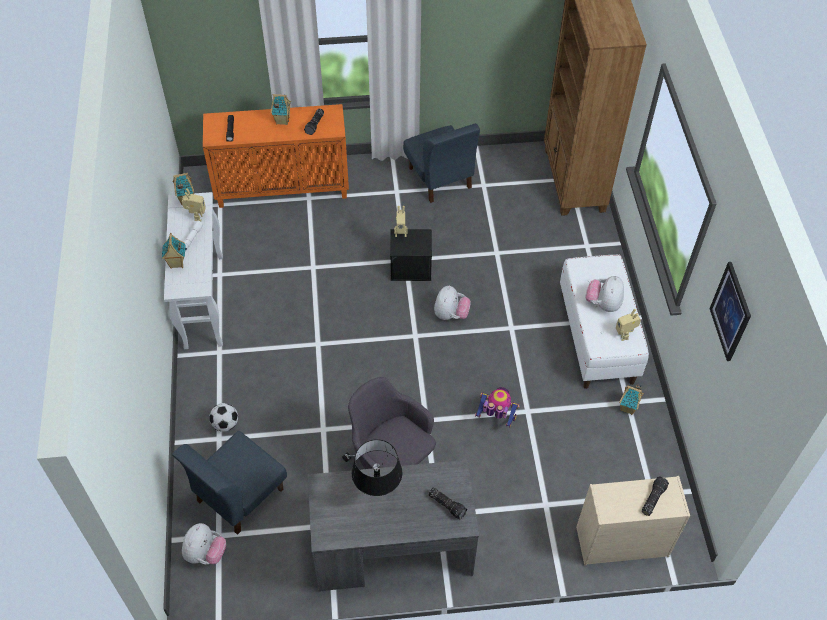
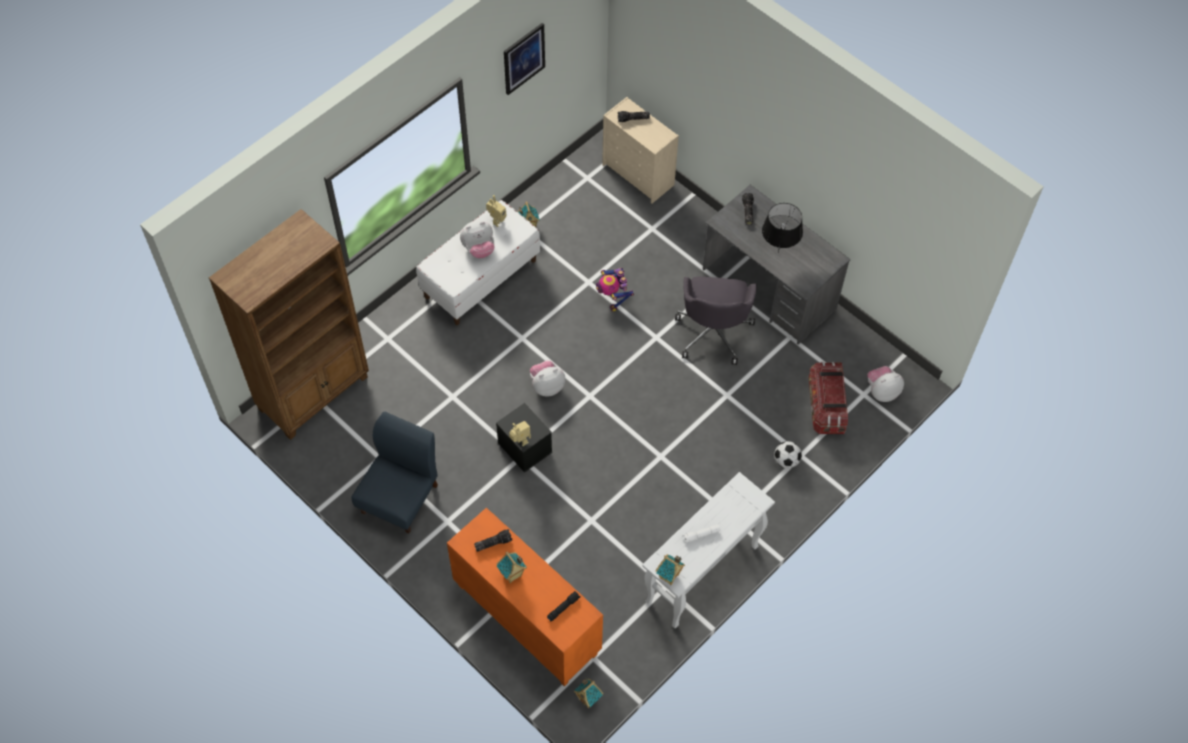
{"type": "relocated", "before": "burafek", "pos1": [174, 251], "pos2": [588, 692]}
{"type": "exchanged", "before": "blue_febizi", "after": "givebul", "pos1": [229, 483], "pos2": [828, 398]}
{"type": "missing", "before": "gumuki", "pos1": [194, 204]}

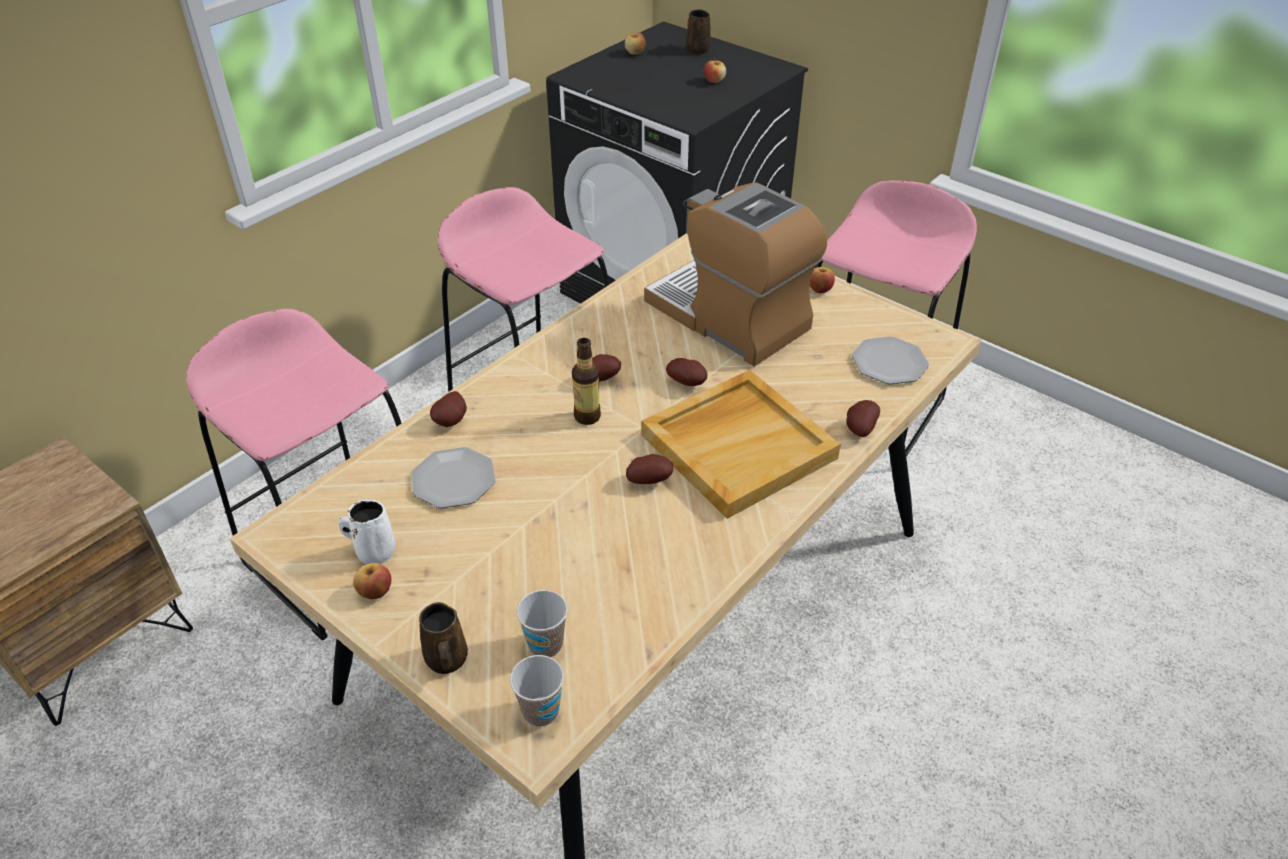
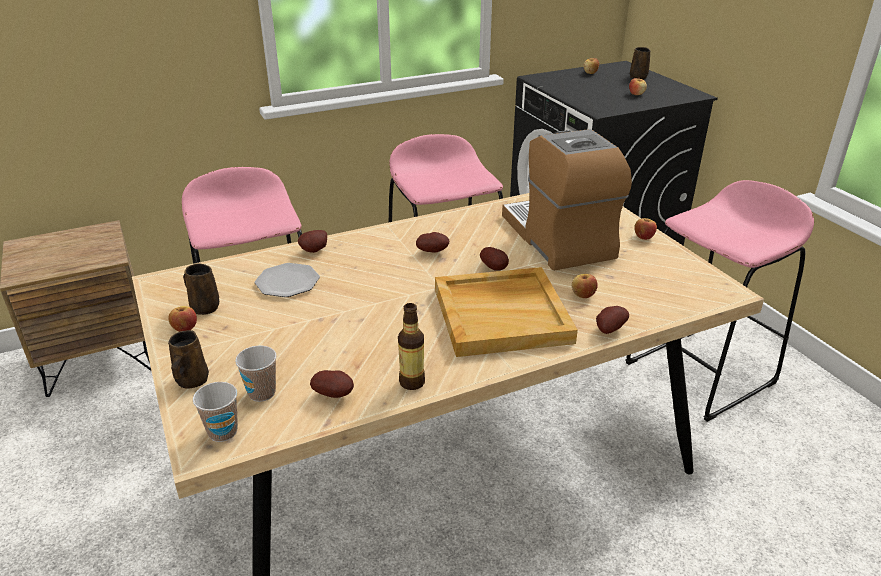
{"type": "colour", "before": "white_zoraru", "after": "brown_zoraru", "pos1": [366, 532], "pos2": [201, 289]}
{"type": "relocated", "before": "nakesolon", "pos1": [650, 469], "pos2": [332, 384]}
{"type": "relocated", "before": "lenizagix", "pos1": [586, 381], "pos2": [411, 346]}
{"type": "appeared", "after": "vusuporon", "pos2": [584, 286]}
{"type": "missing", "before": "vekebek", "pos1": [890, 360]}

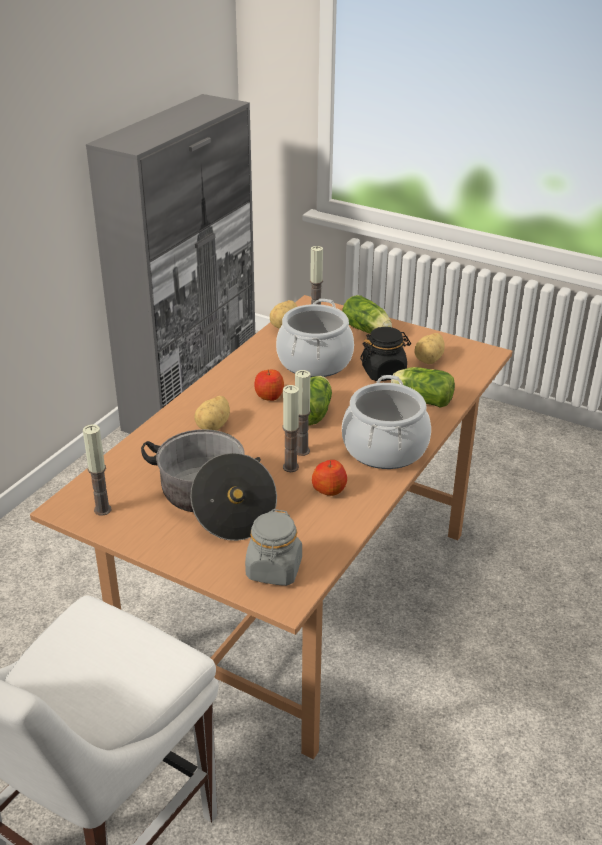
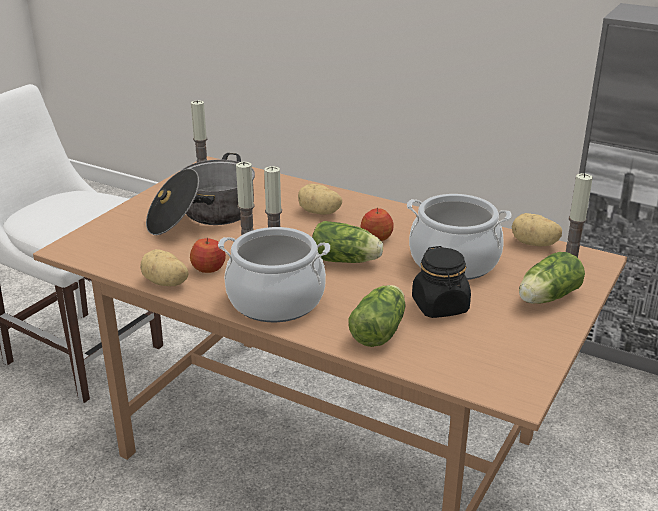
{"type": "relocated", "before": "nakesolon", "pos1": [429, 348], "pos2": [164, 267]}
{"type": "missing", "before": "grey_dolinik", "pos1": [273, 547]}

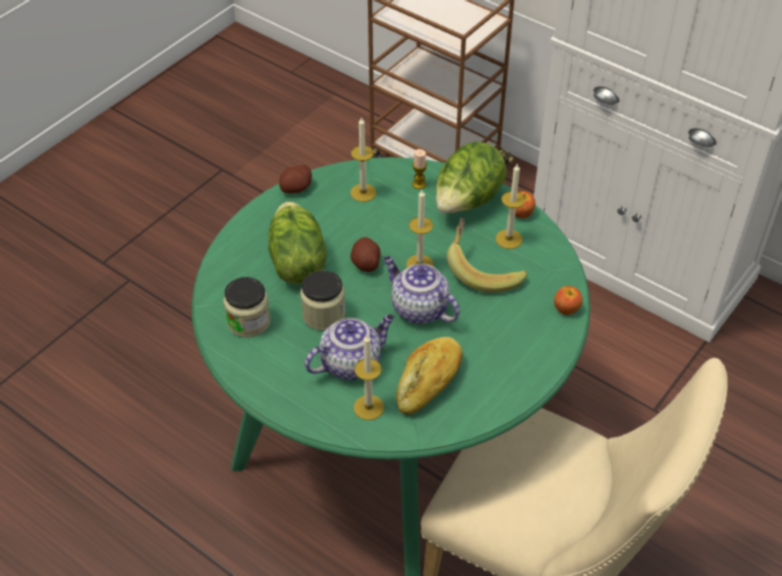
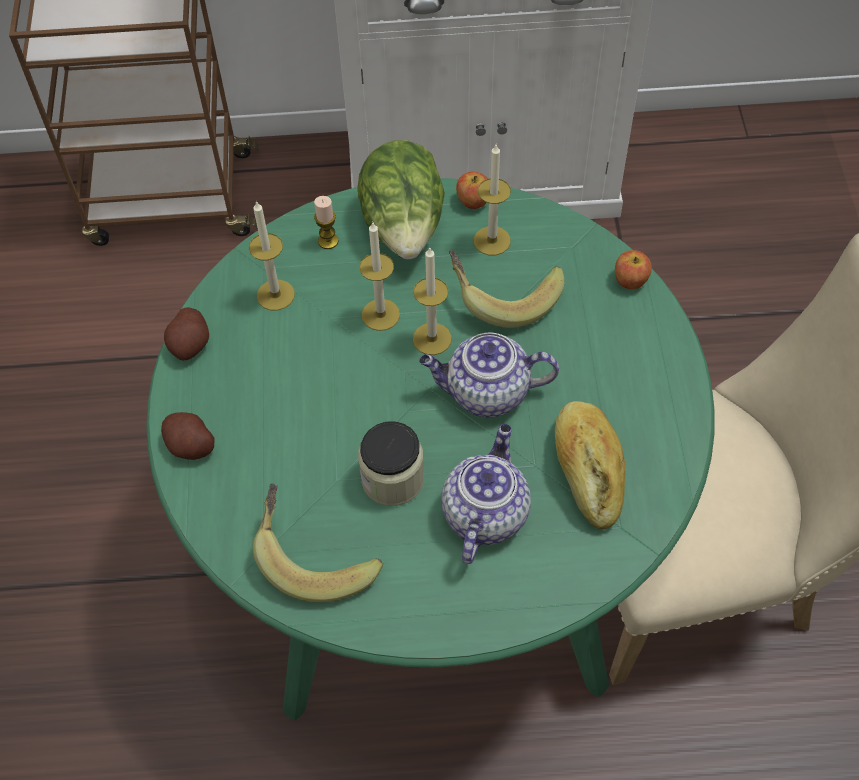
{"type": "relocated", "before": "nakesolon", "pos1": [365, 254], "pos2": [188, 436]}
{"type": "exchanged", "before": "dolinik", "after": "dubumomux", "pos1": [247, 307], "pos2": [318, 543]}
{"type": "relocated", "before": "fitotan", "pos1": [369, 377], "pos2": [379, 276]}
{"type": "missing", "before": "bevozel", "pos1": [297, 243]}

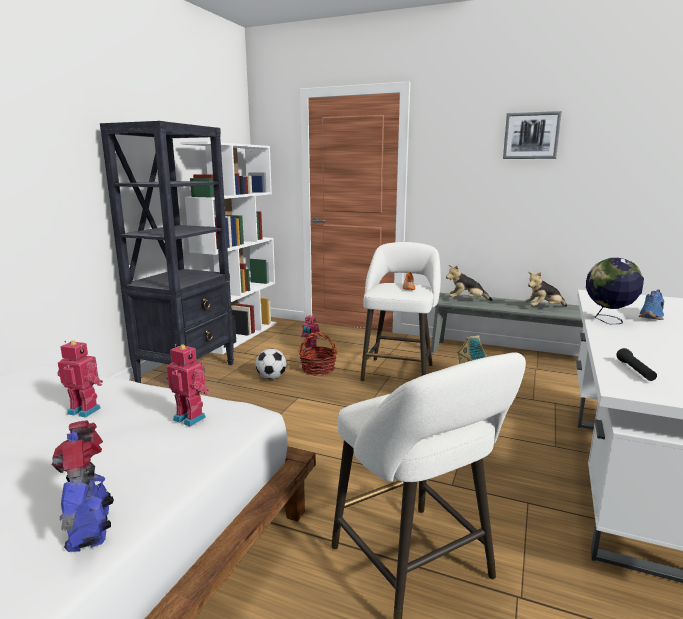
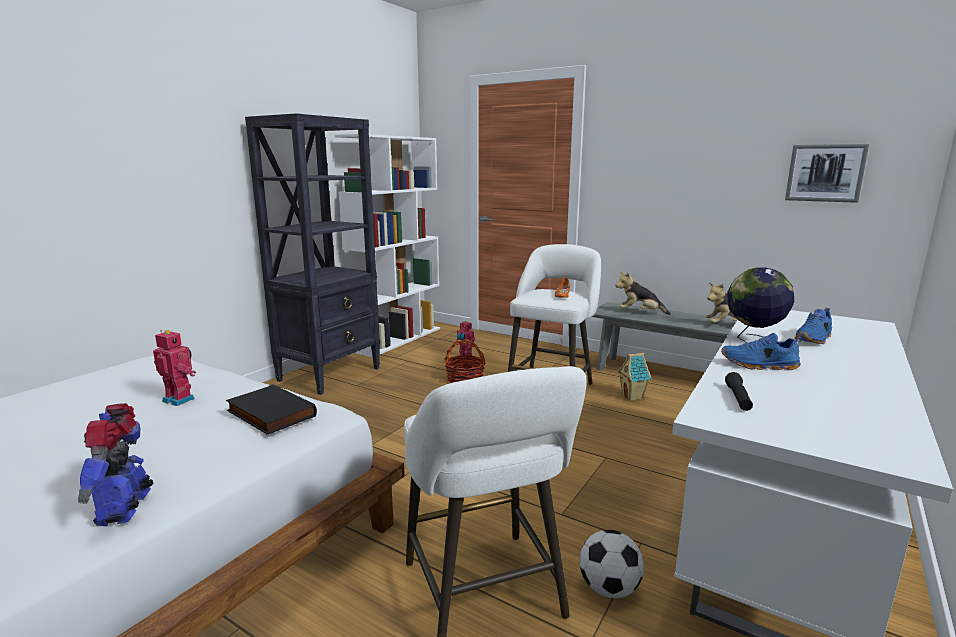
{"type": "exchanged", "before": "gumuki", "after": "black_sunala", "pos1": [188, 385], "pos2": [271, 409]}
{"type": "relocated", "before": "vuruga", "pos1": [271, 364], "pos2": [611, 564]}
{"type": "appeared", "after": "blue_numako", "pos2": [762, 351]}
{"type": "relocated", "before": "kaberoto", "pos1": [532, 135], "pos2": [827, 173]}

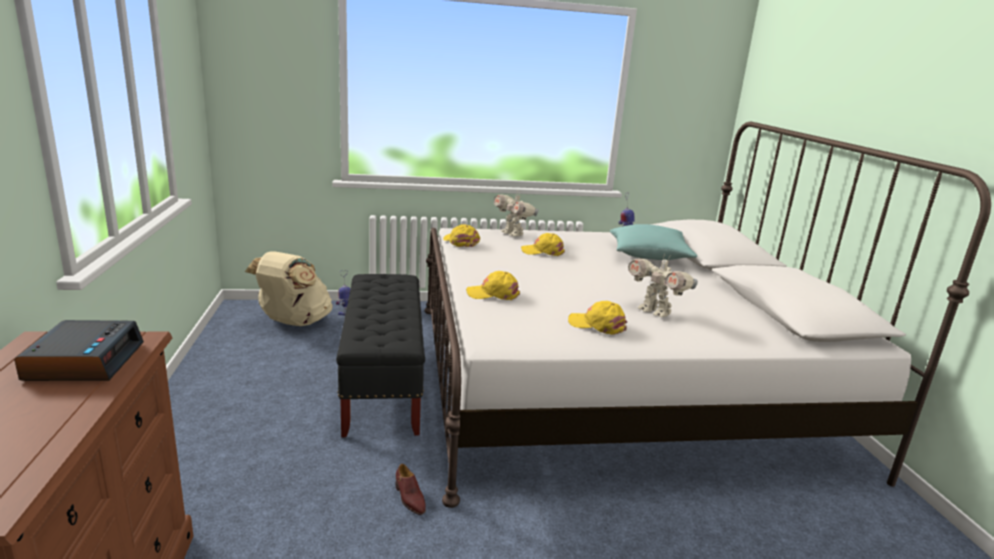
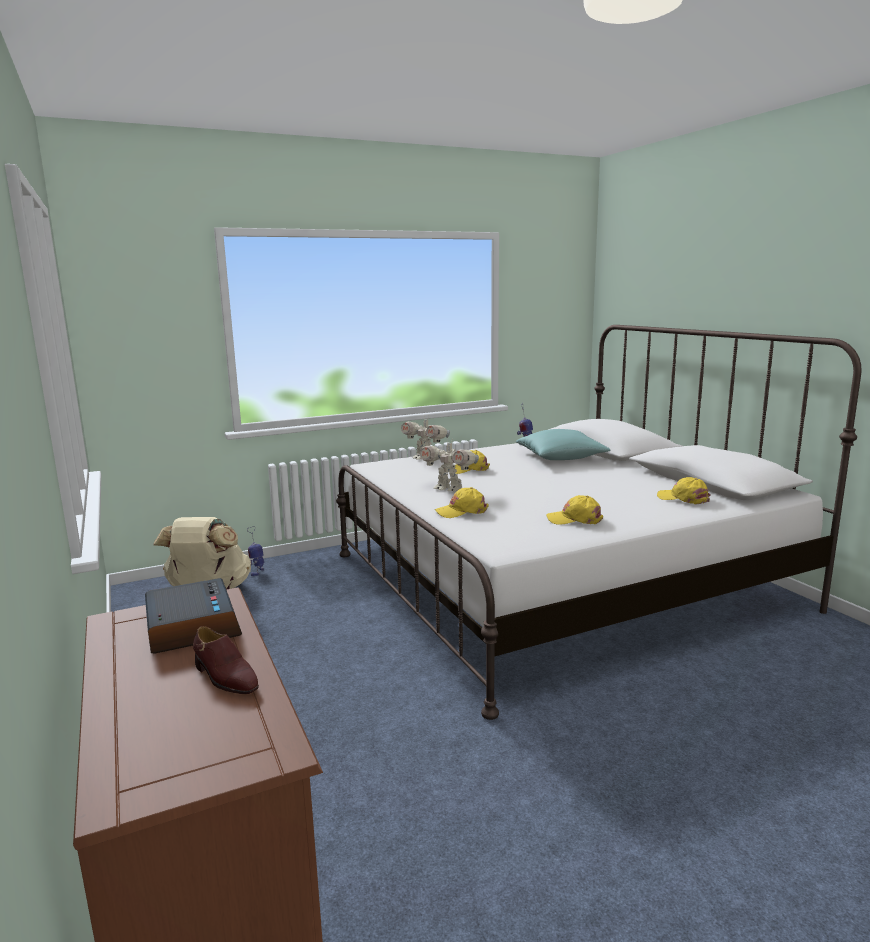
{"type": "relocated", "before": "brown_numako", "pos1": [410, 489], "pos2": [226, 660]}
{"type": "relocated", "before": "gumuki", "pos1": [663, 285], "pos2": [449, 464]}
{"type": "relocated", "before": "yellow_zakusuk", "pos1": [461, 235], "pos2": [684, 490]}
{"type": "missing", "before": "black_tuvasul", "pos1": [380, 355]}

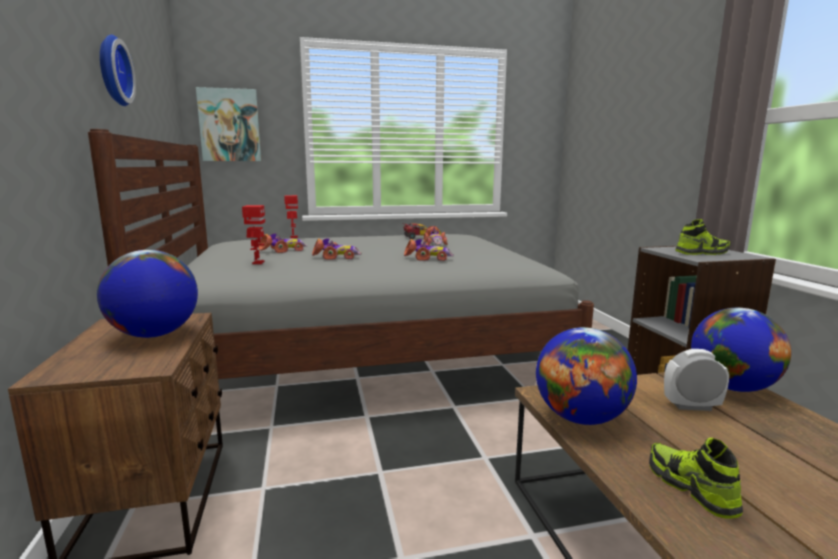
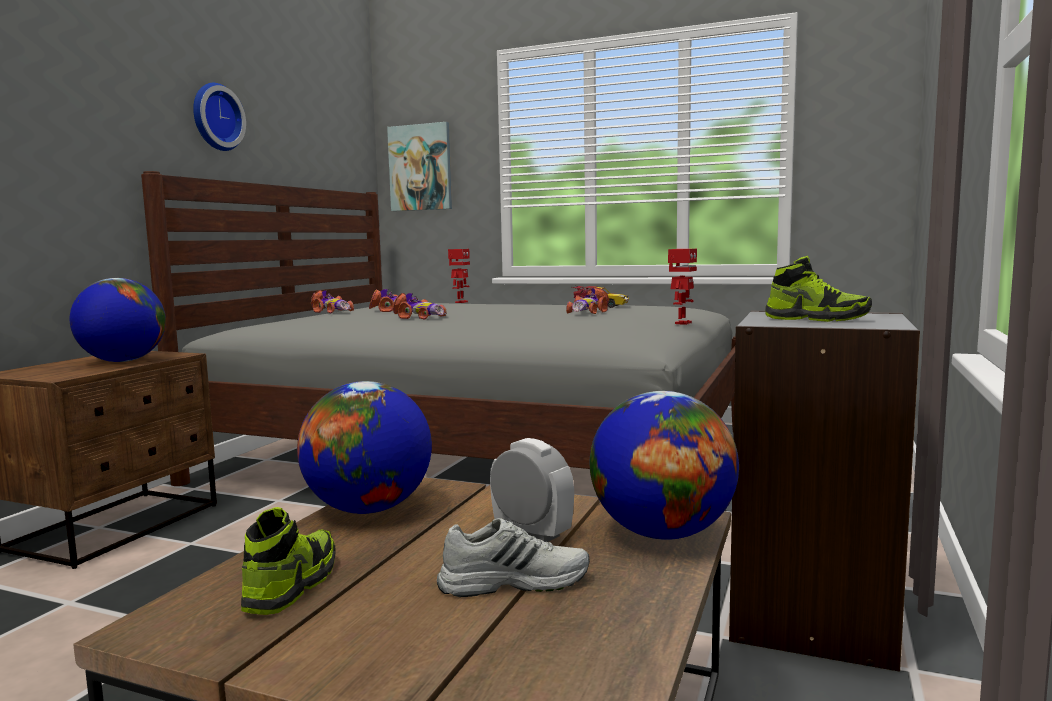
{"type": "relocated", "before": "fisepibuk", "pos1": [429, 250], "pos2": [332, 301]}
{"type": "appeared", "after": "white_numako", "pos2": [513, 557]}
{"type": "relocated", "before": "gumuki", "pos1": [253, 234], "pos2": [682, 287]}

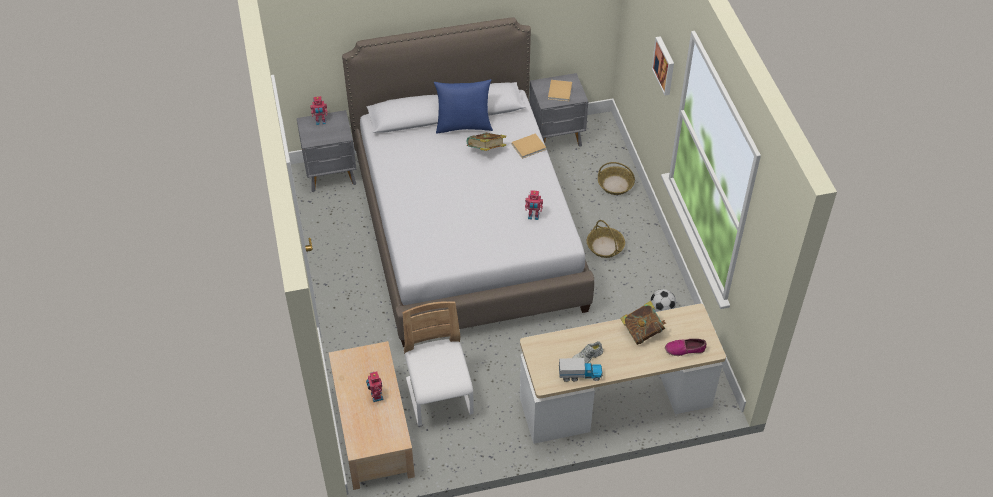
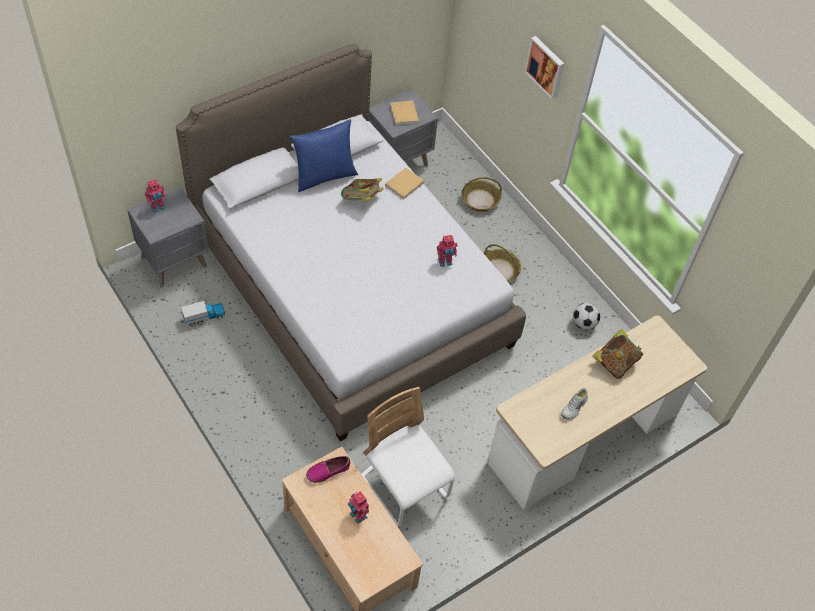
{"type": "relocated", "before": "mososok", "pos1": [581, 370], "pos2": [203, 314]}
{"type": "relocated", "before": "numako", "pos1": [685, 347], "pos2": [328, 469]}

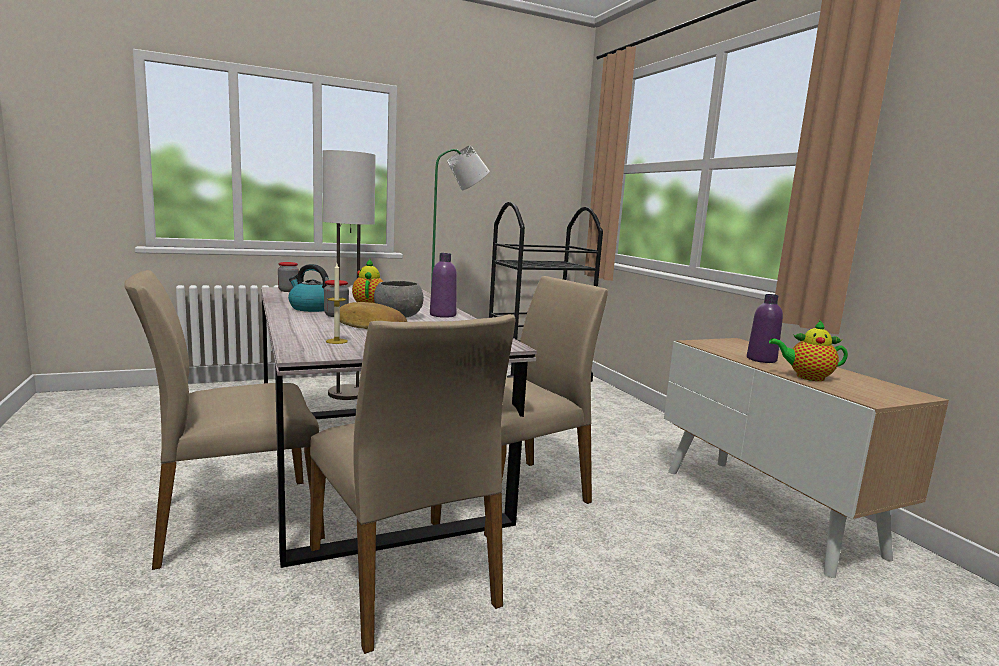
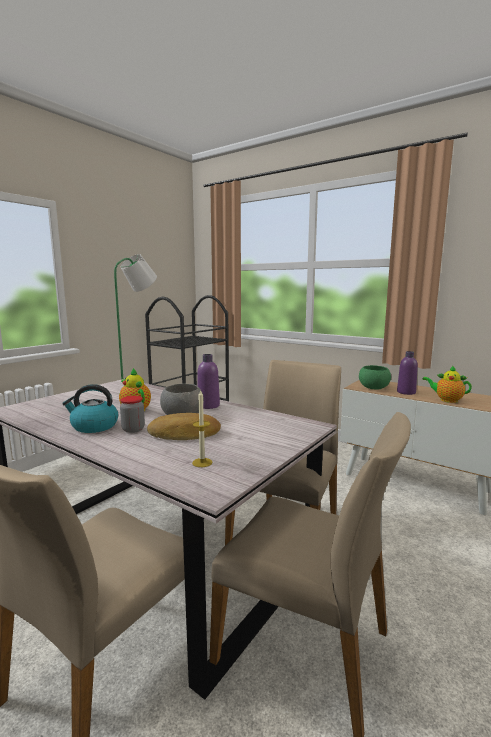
{"type": "appeared", "after": "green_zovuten", "pos2": [375, 377]}
{"type": "spun", "before": "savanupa", "pos1": [808, 350], "pos2": [447, 384], "turn": 45}
{"type": "missing", "before": "dolinik", "pos1": [288, 277]}
{"type": "missing", "before": "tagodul", "pos1": [349, 275]}

